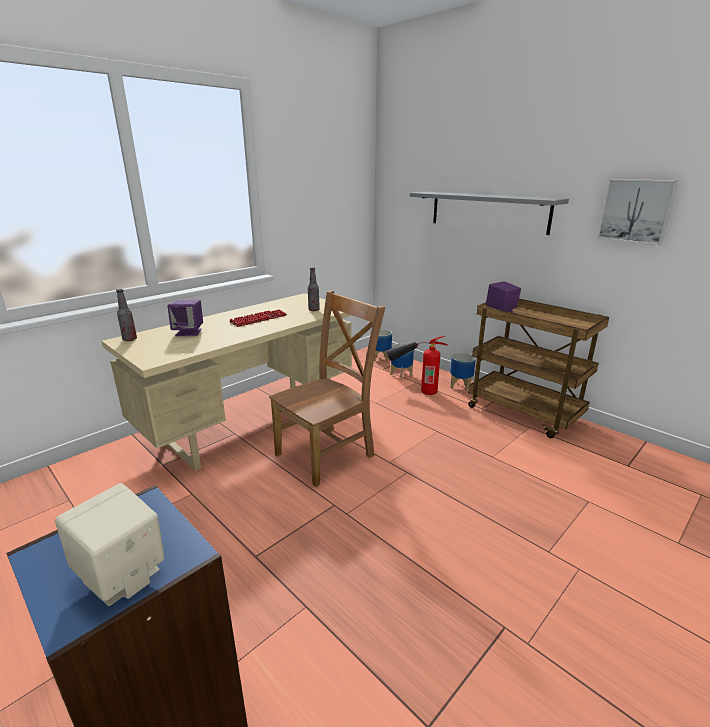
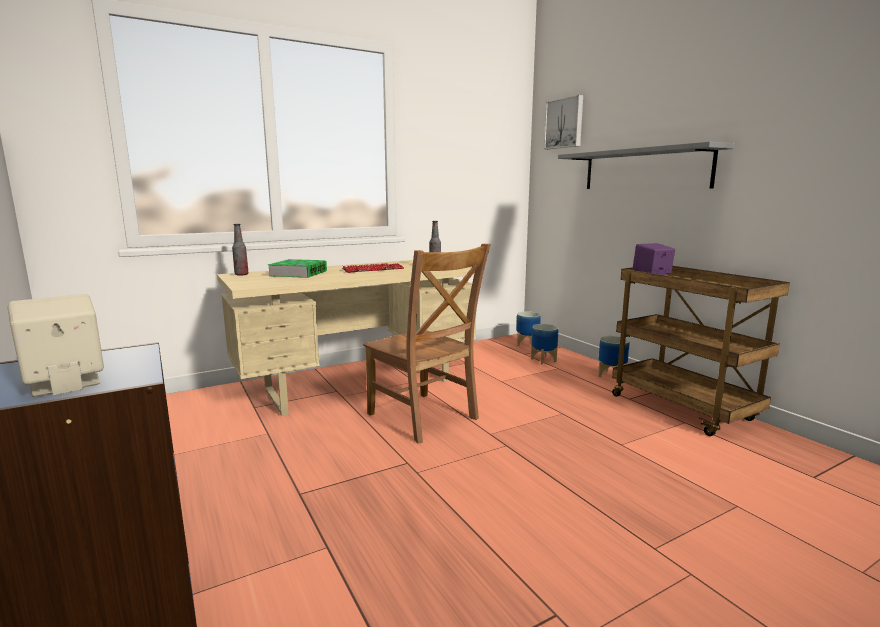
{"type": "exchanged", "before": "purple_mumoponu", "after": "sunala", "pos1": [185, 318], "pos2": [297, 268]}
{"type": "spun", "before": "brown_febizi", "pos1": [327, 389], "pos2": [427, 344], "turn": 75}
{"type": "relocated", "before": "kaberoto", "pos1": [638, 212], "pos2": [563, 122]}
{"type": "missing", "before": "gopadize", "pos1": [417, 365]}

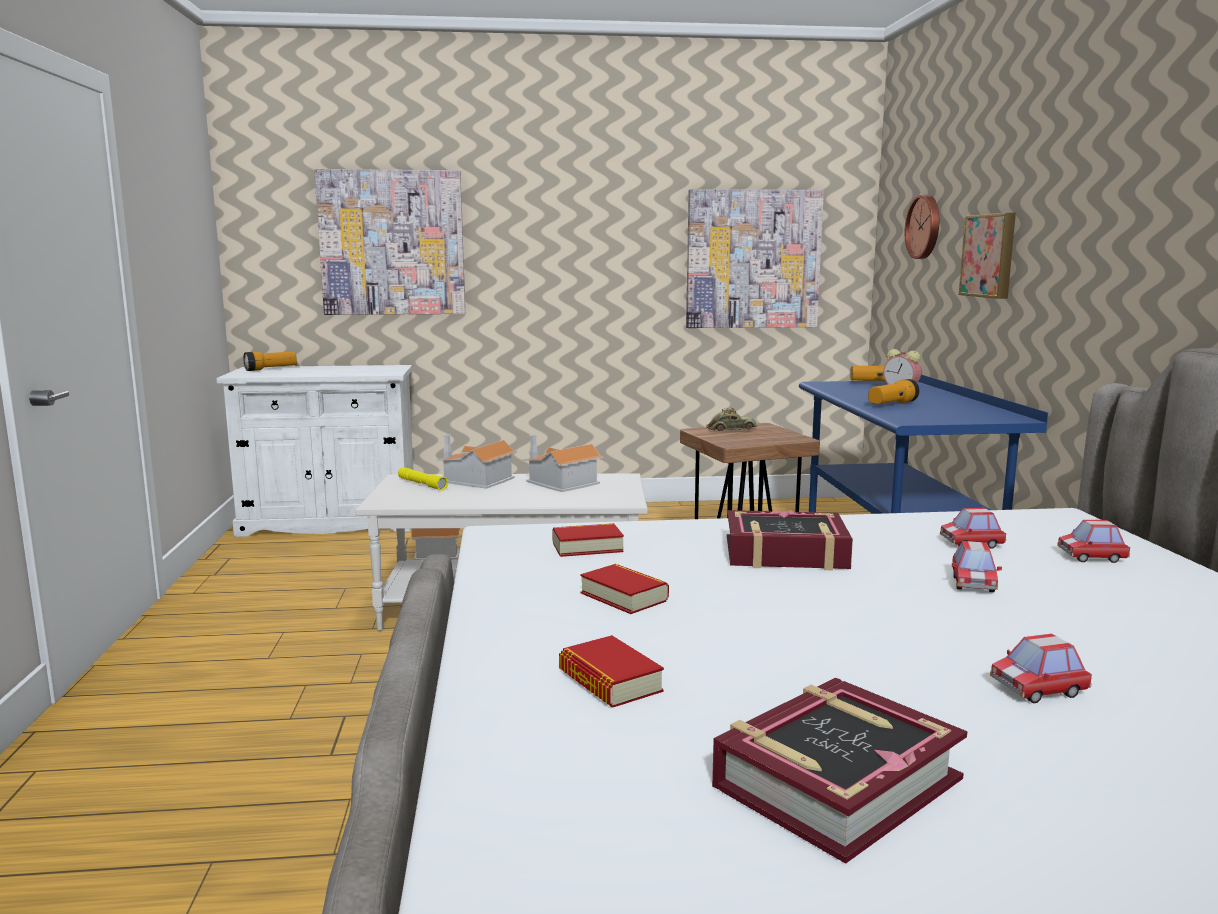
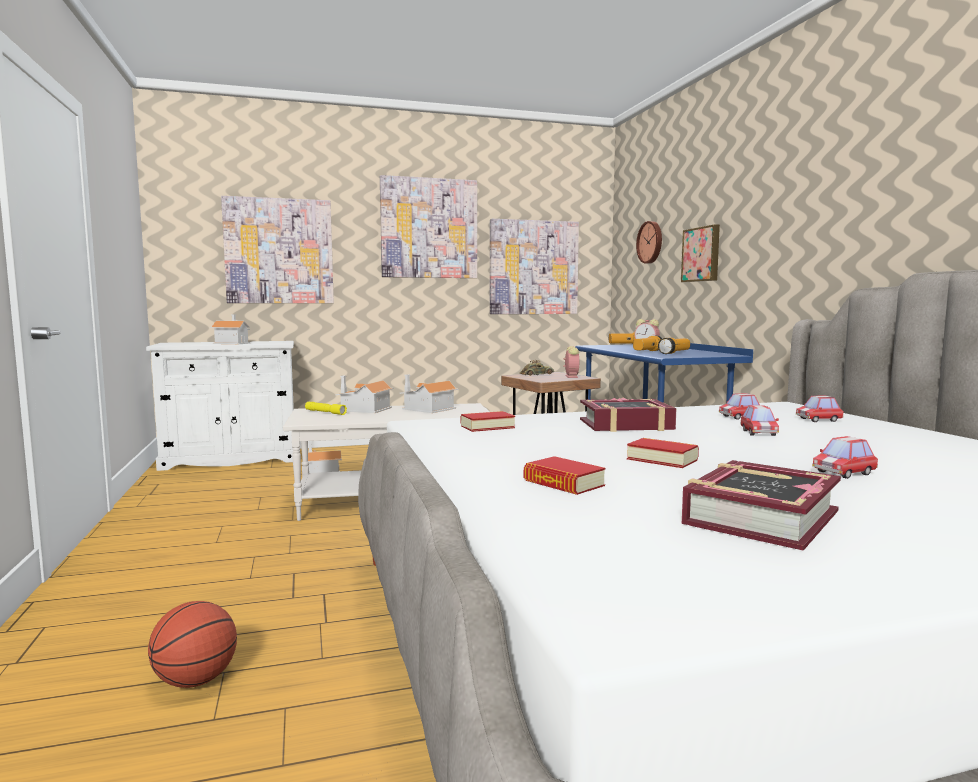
{"type": "appeared", "after": "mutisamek", "pos2": [192, 644]}
{"type": "appeared", "after": "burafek", "pos2": [230, 329]}
{"type": "appeared", "after": "kaberoto", "pos2": [428, 226]}
{"type": "appeared", "after": "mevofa", "pos2": [571, 362]}
{"type": "relocated", "before": "sunala", "pos1": [624, 589], "pos2": [663, 453]}
{"type": "relocated", "before": "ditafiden", "pos1": [270, 361], "pos2": [674, 346]}

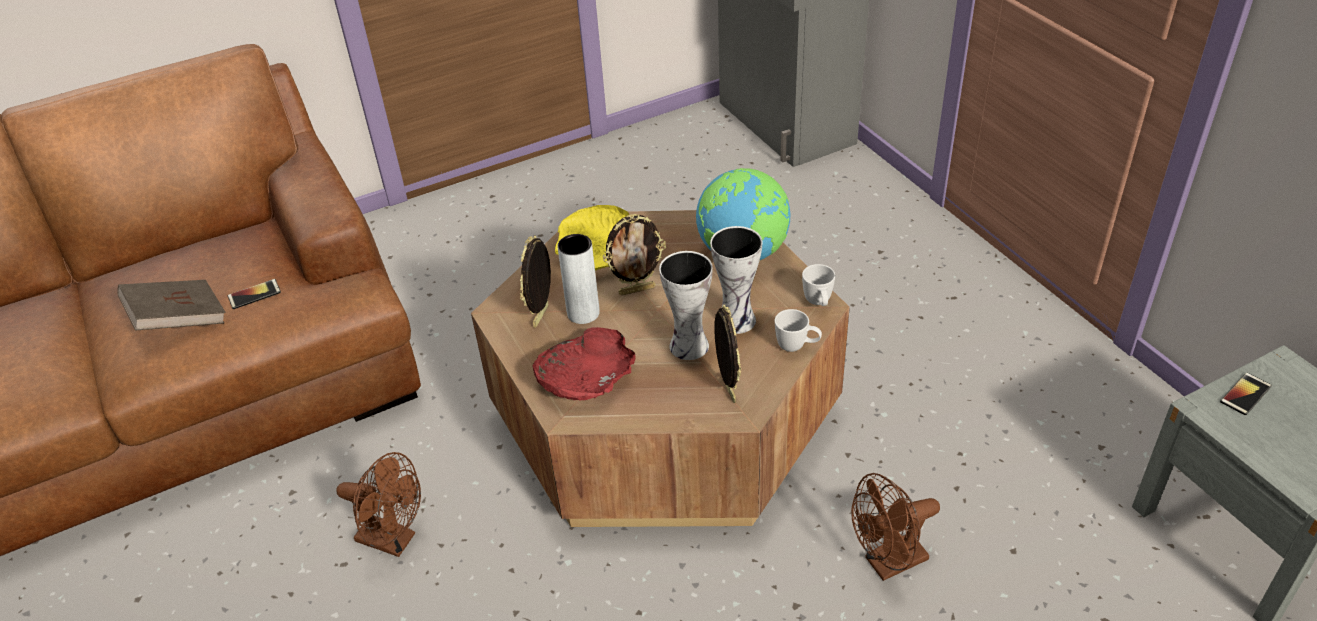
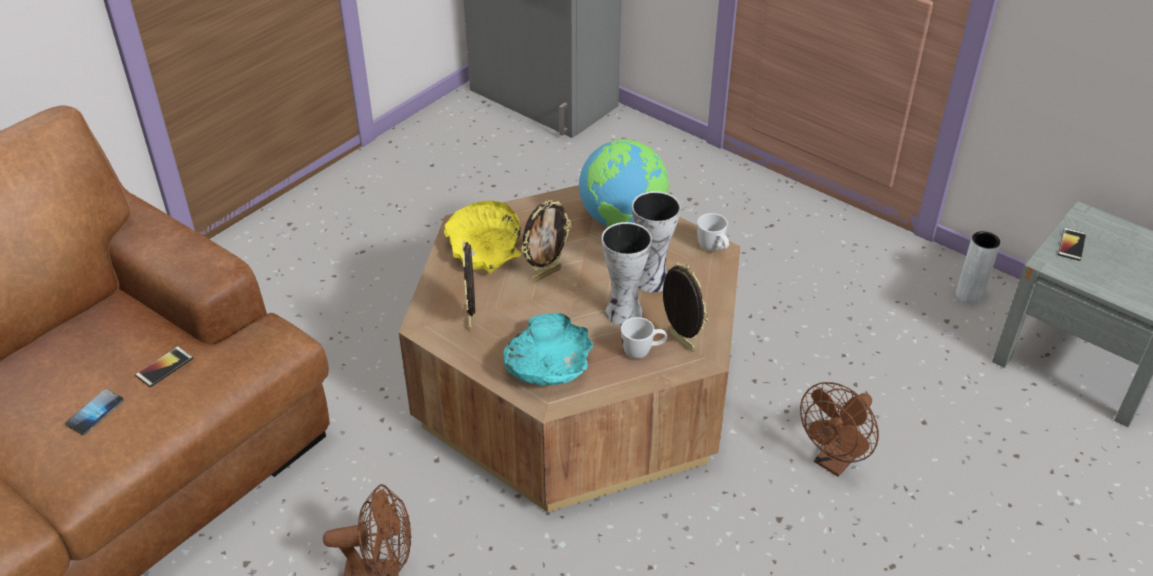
{"type": "exchanged", "before": "brown_sunala", "after": "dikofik", "pos1": [172, 305], "pos2": [94, 412]}
{"type": "colour", "before": "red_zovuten", "after": "turquoise_zovuten", "pos1": [584, 363], "pos2": [548, 349]}
{"type": "relocated", "before": "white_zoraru", "pos1": [798, 330], "pos2": [644, 338]}
{"type": "relocated", "before": "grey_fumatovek", "pos1": [578, 279], "pos2": [978, 267]}

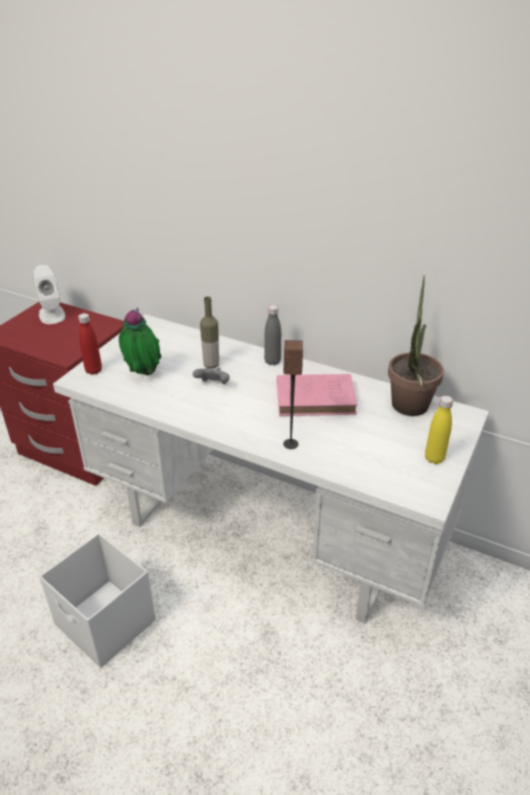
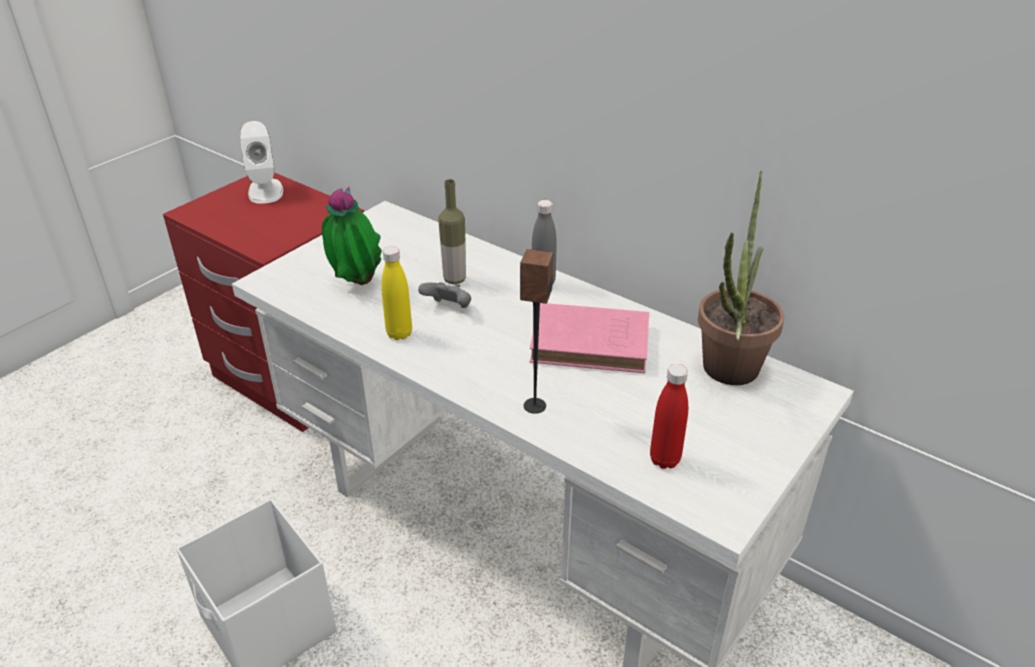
{"type": "relocated", "before": "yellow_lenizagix", "pos1": [439, 430], "pos2": [396, 293]}
{"type": "relocated", "before": "red_lenizagix", "pos1": [90, 344], "pos2": [669, 416]}

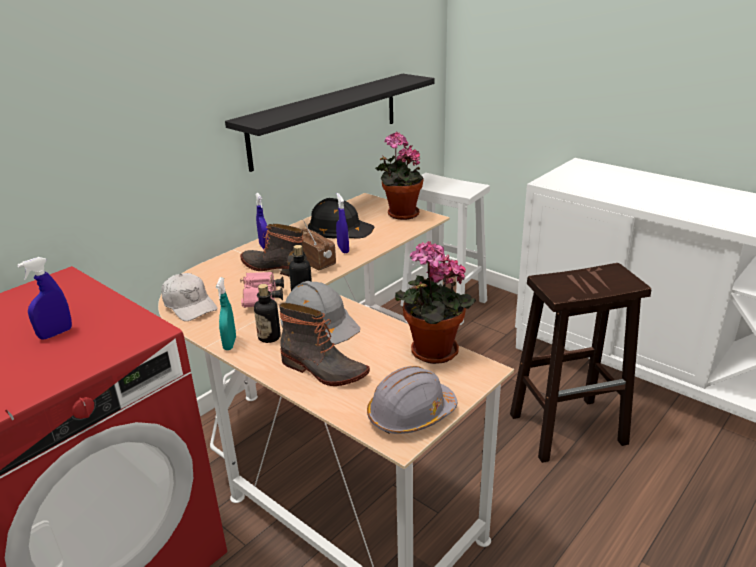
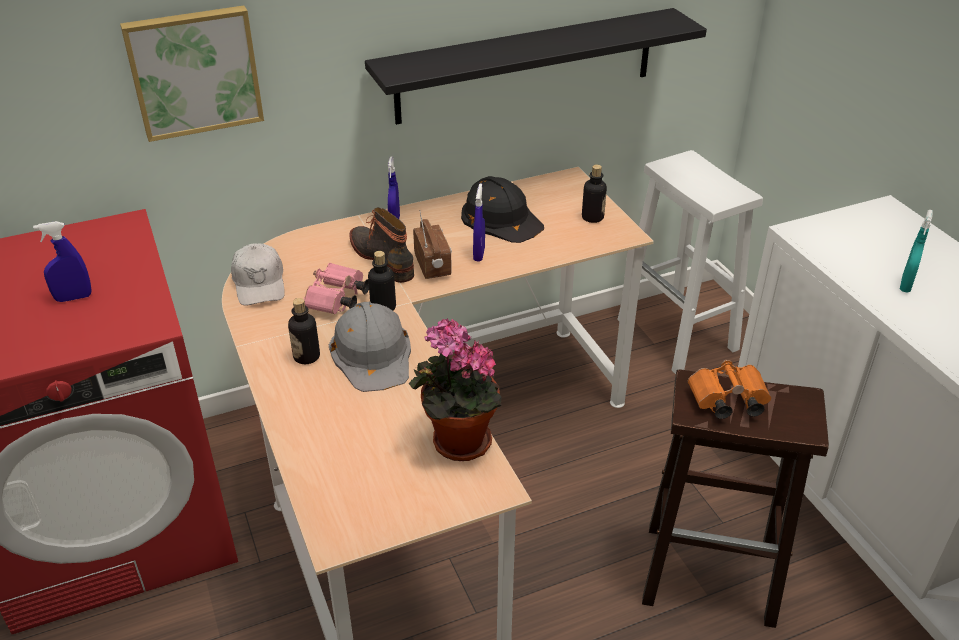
{"type": "appeared", "after": "kaberoto", "pos2": [192, 73]}
{"type": "exchanged", "before": "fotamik", "after": "lenizagix", "pos1": [399, 176], "pos2": [594, 193]}
{"type": "appeared", "after": "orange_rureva", "pos2": [729, 389]}
{"type": "relocated", "before": "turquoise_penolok", "pos1": [226, 313], "pos2": [916, 251]}
{"type": "missing", "before": "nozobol", "pos1": [324, 344]}
{"type": "missing", "before": "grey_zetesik", "pos1": [412, 400]}

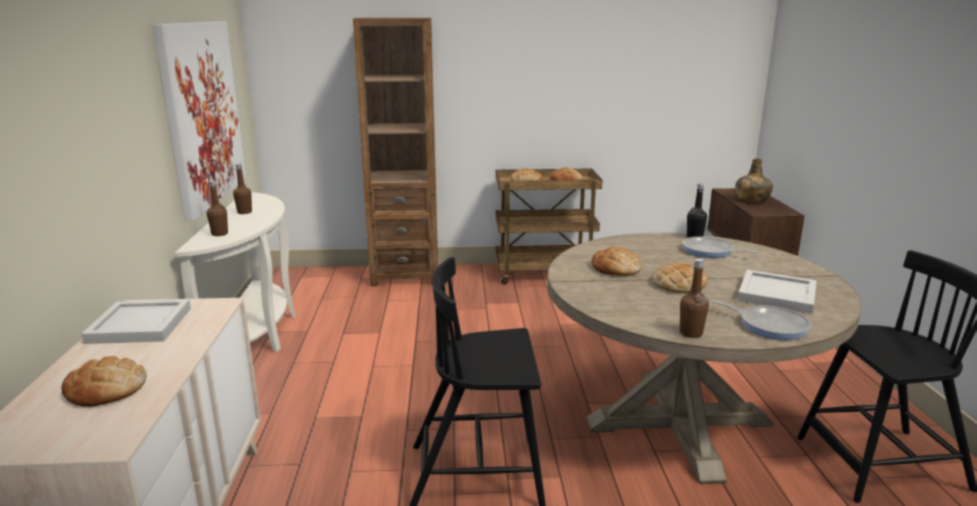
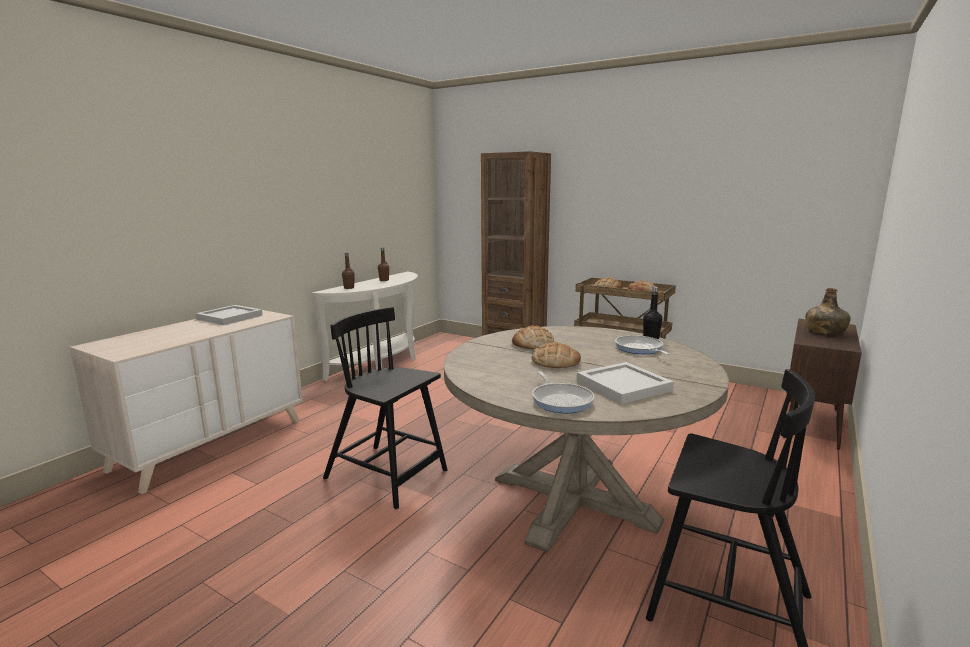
{"type": "missing", "before": "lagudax", "pos1": [104, 381]}
{"type": "missing", "before": "kaberoto", "pos1": [199, 121]}
{"type": "missing", "before": "brown_lenizagix", "pos1": [694, 298]}

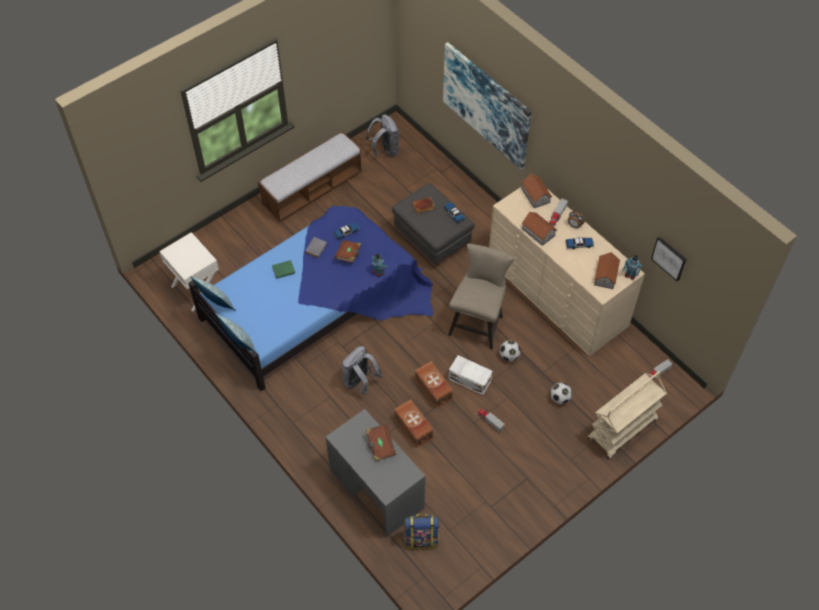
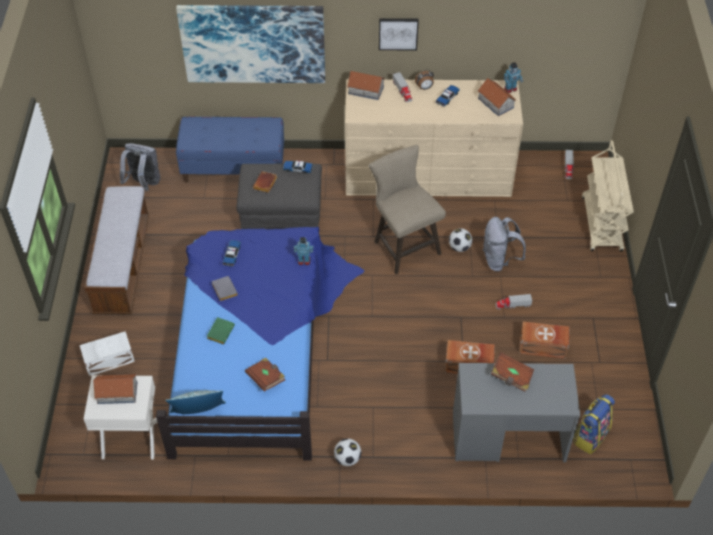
{"type": "relocated", "before": "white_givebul", "pos1": [470, 375], "pos2": [107, 353]}
{"type": "relocated", "before": "burafek", "pos1": [539, 229], "pos2": [115, 389]}
{"type": "appeared", "after": "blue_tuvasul", "pos2": [230, 149]}
{"type": "relocated", "before": "brown_sunala", "pos1": [348, 251], "pos2": [265, 375]}
{"type": "relocated", "before": "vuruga", "pos1": [561, 393], "pos2": [347, 452]}
{"type": "relocated", "before": "kaberoto", "pos1": [668, 259], "pos2": [399, 34]}
{"type": "relocated", "before": "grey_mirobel", "pos1": [362, 370], "pos2": [504, 244]}
{"type": "relocated", "before": "brown_givebul", "pos1": [434, 384], "pos2": [544, 340]}
{"type": "missing", "before": "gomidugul", "pos1": [236, 333]}

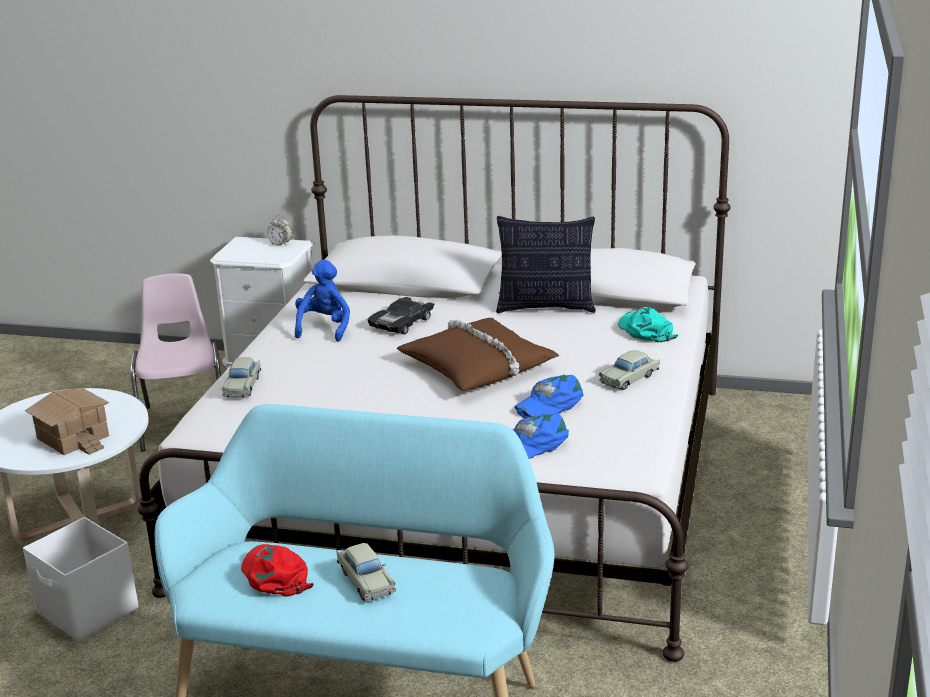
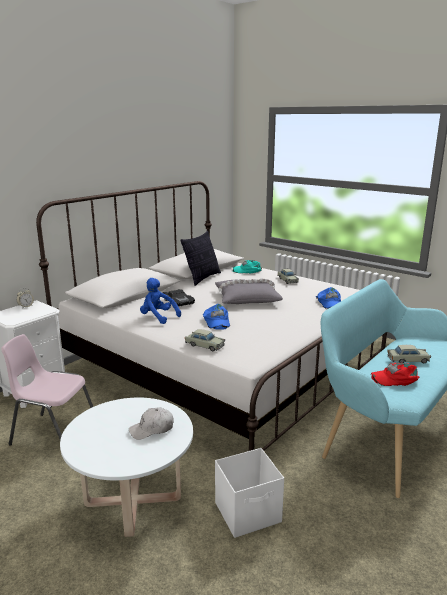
{"type": "exchanged", "before": "burafek", "after": "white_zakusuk", "pos1": [67, 421], "pos2": [151, 423]}
{"type": "relocated", "before": "blue_zakusuk", "pos1": [549, 397], "pos2": [216, 317]}
{"type": "colour", "before": "brown_gomidugul", "after": "grey_gomidugul", "pos1": [478, 354], "pos2": [249, 291]}

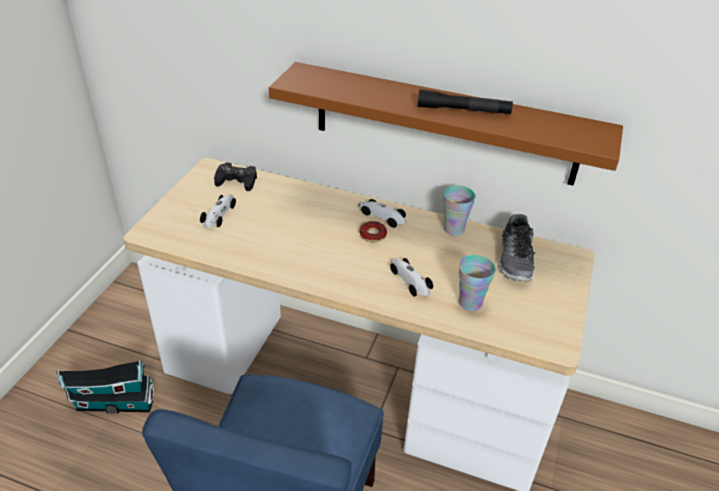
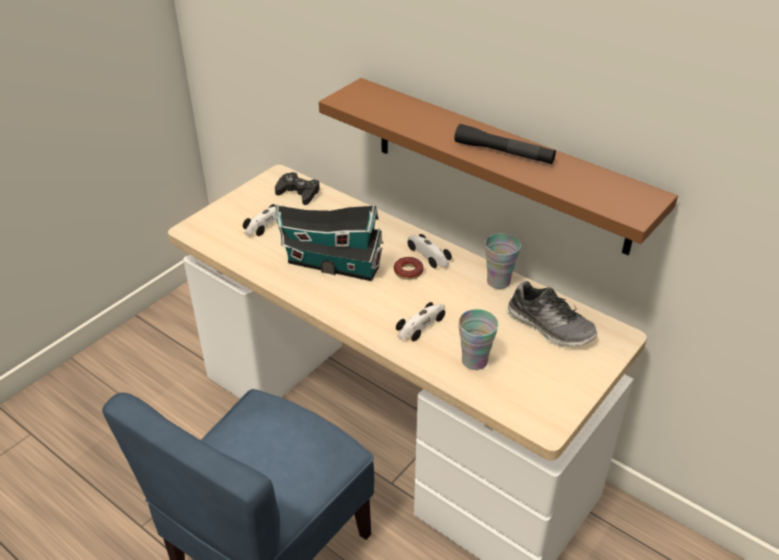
{"type": "relocated", "before": "burafek", "pos1": [105, 387], "pos2": [329, 242]}
{"type": "spun", "before": "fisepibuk", "pos1": [411, 277], "pos2": [420, 322], "turn": 60}
{"type": "spun", "before": "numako", "pos1": [517, 248], "pos2": [551, 314], "turn": -75}

